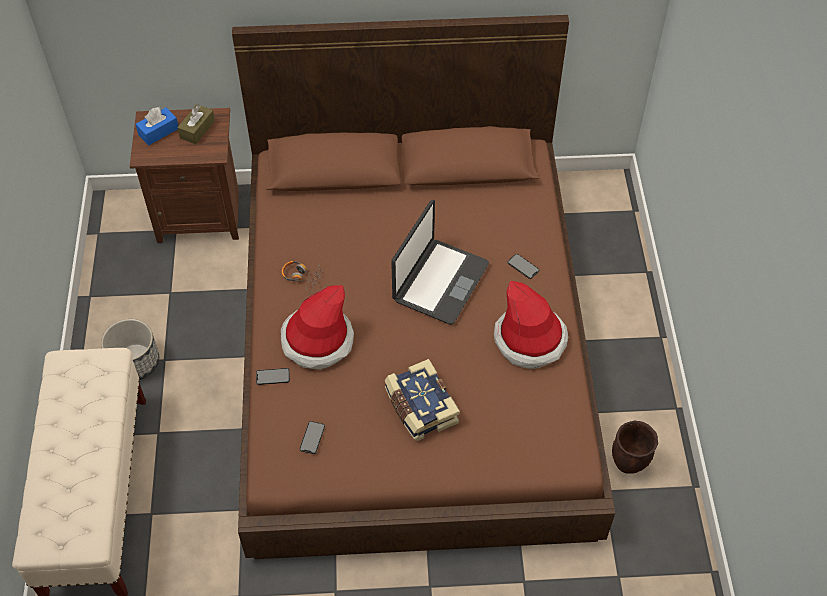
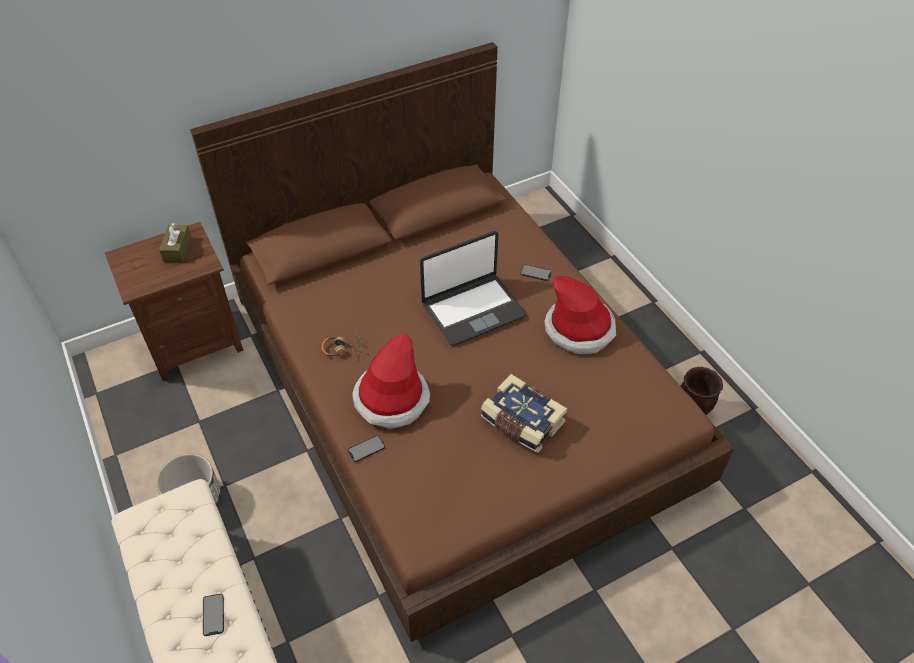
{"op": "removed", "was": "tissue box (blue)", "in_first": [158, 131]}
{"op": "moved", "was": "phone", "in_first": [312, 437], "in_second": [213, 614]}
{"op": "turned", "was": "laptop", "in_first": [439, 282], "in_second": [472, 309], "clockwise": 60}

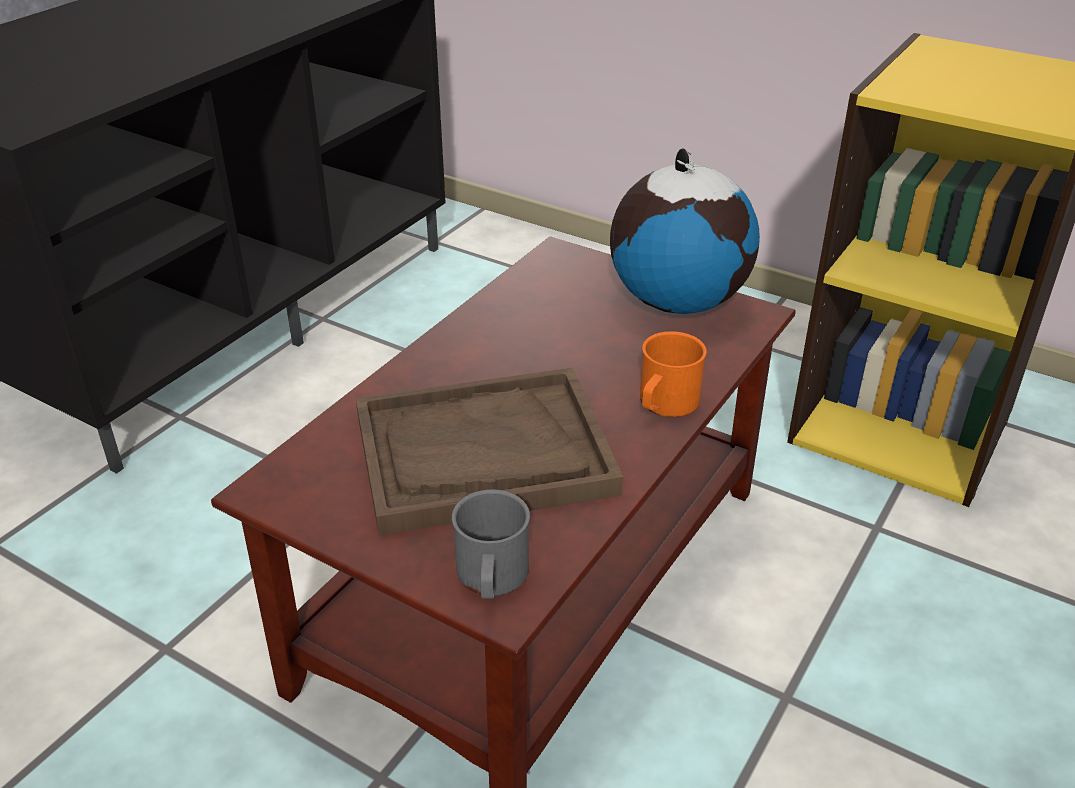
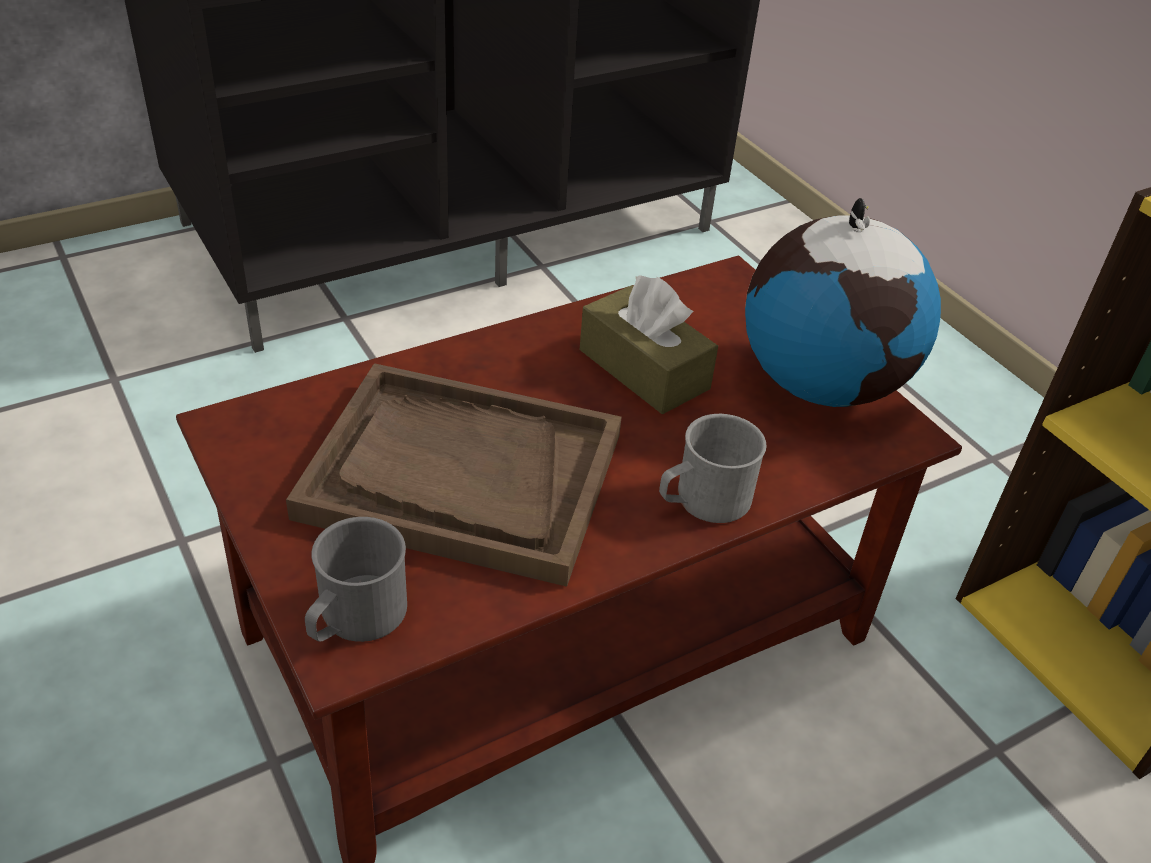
{"op": "added", "now": "tissue box (brown)", "in_second": [643, 369]}
{"op": "recoloured", "was": "mug (orange)", "now": "mug (grey)", "in_first": [664, 405], "in_second": [702, 501]}

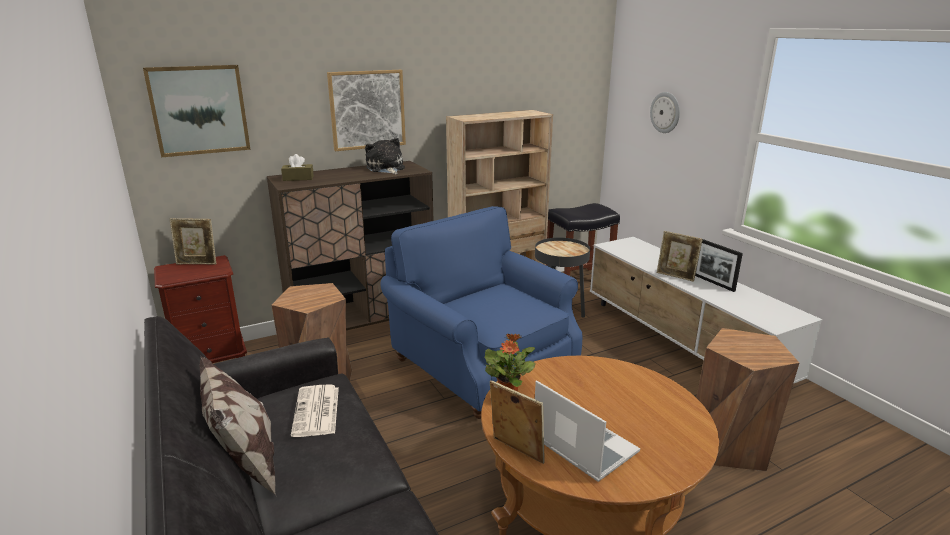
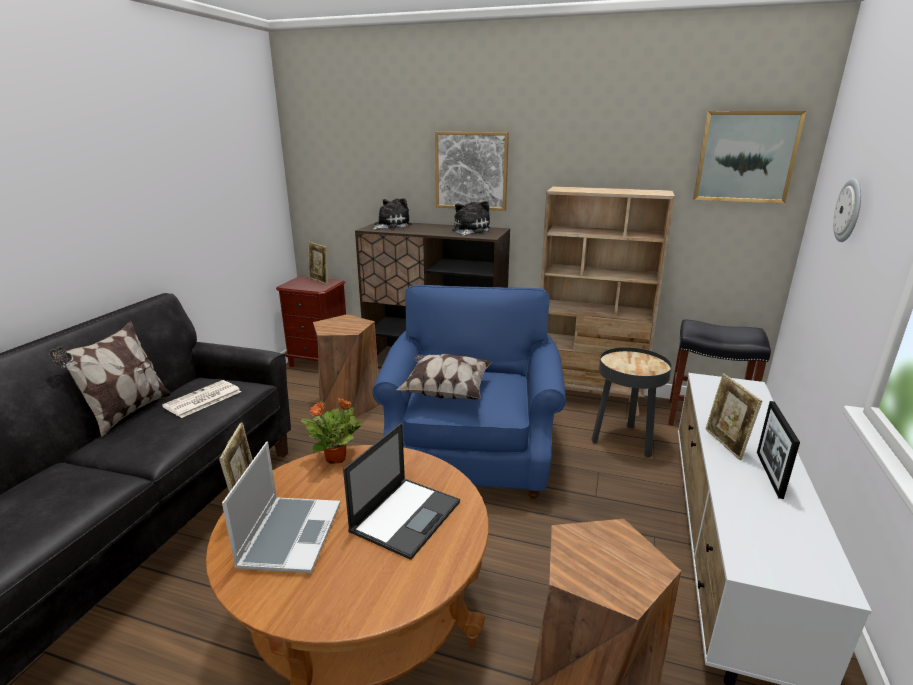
{"op": "added", "now": "laptop", "in_second": [406, 515]}
{"op": "added", "now": "pillow", "in_second": [445, 392]}
{"op": "moved", "was": "picture", "in_first": [199, 110], "in_second": [745, 157]}
{"op": "replaced", "was": "tissue box (brown)", "now": "plush toy", "in_first": [298, 178], "in_second": [390, 225]}

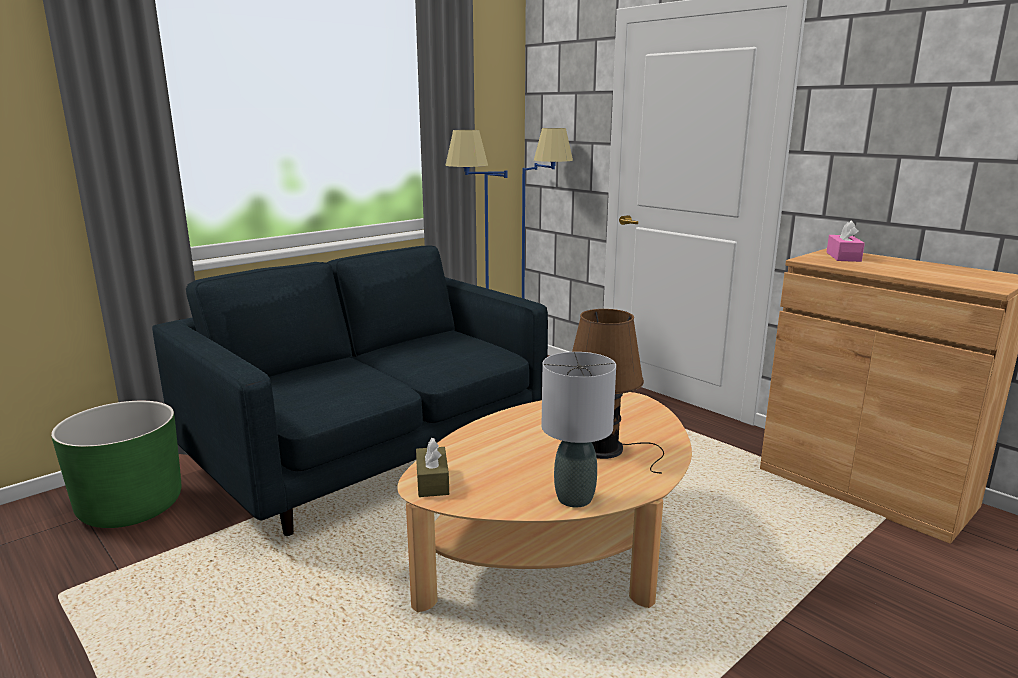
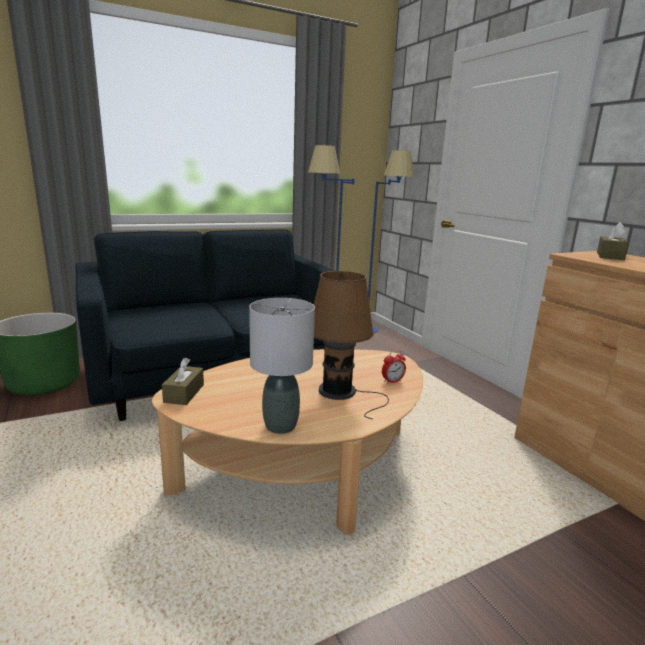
{"op": "added", "now": "alarm clock", "in_second": [392, 381]}
{"op": "recoloured", "was": "tissue box (pink)", "now": "tissue box (brown)", "in_first": [843, 257], "in_second": [610, 256]}

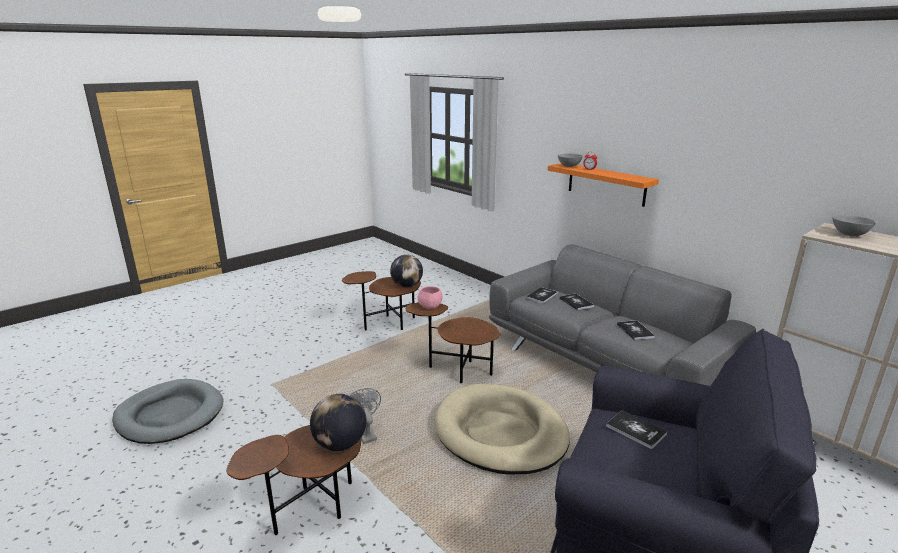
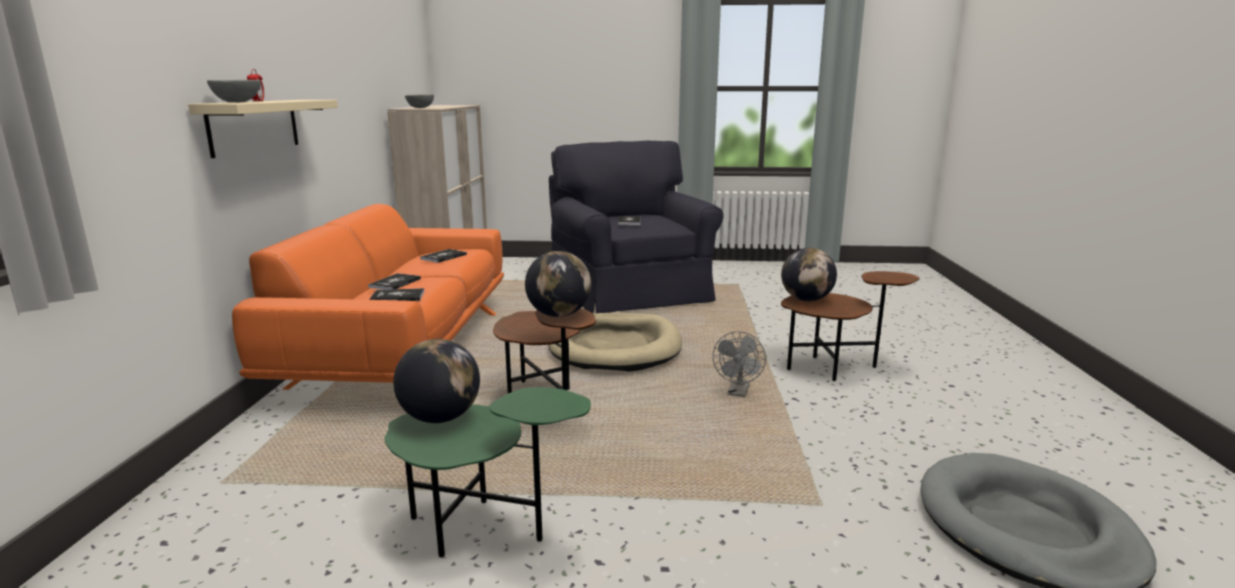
{"op": "replaced", "was": "bowl (pink)", "now": "globe", "in_first": [430, 307], "in_second": [559, 315]}
{"op": "recoloured", "was": "side table (brown)", "now": "side table (green)", "in_first": [387, 324], "in_second": [483, 529]}
{"op": "recoloured", "was": "sofa (grey)", "now": "sofa (orange)", "in_first": [605, 362], "in_second": [403, 346]}
{"op": "recoloured", "was": "shelf (orange)", "now": "shelf (beige)", "in_first": [606, 184], "in_second": [254, 126]}

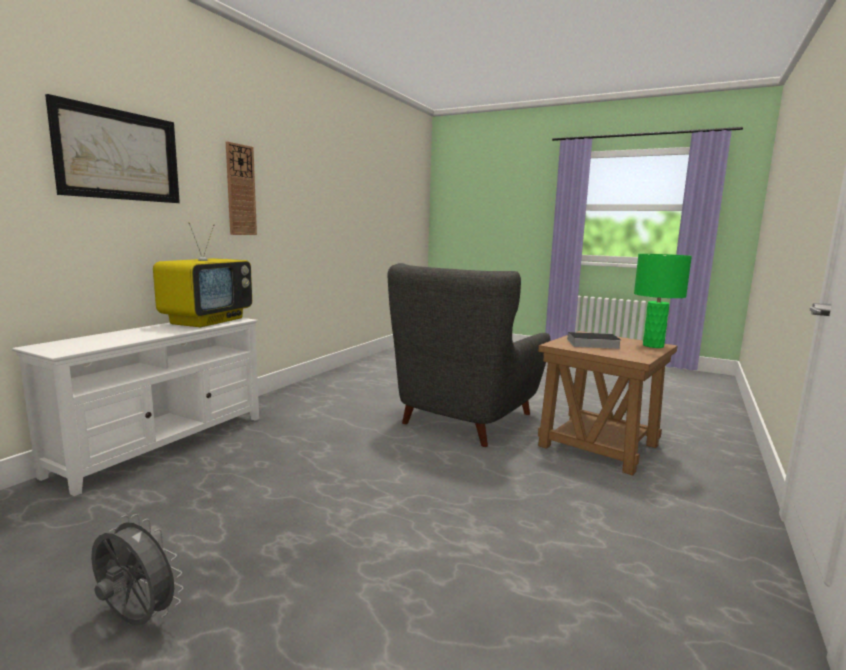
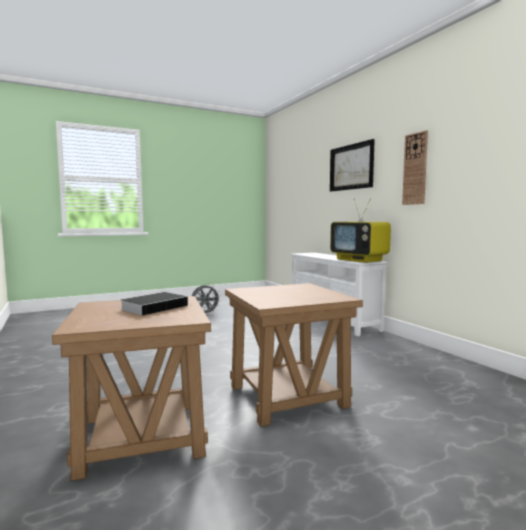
{"op": "removed", "was": "table lamp (green)", "in_first": [653, 346]}
{"op": "replaced", "was": "armchair (grey)", "now": "side table (brown)", "in_first": [465, 420], "in_second": [288, 395]}

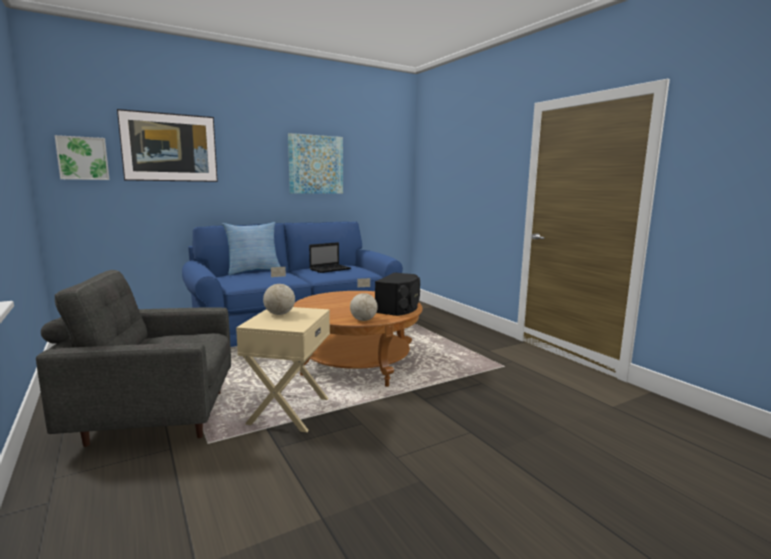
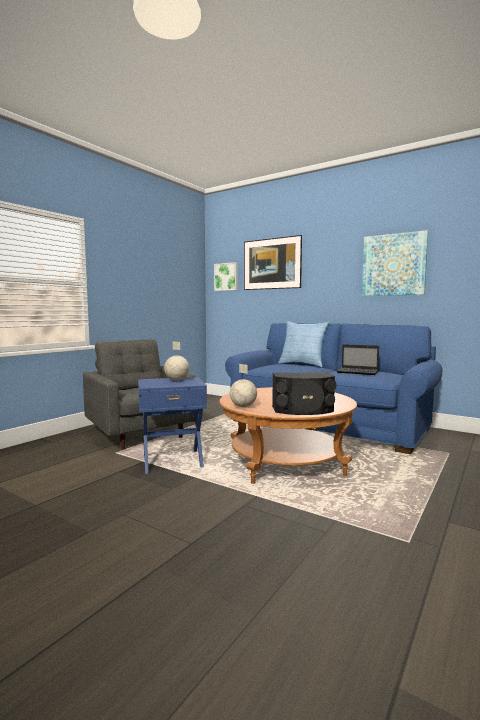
{"op": "recoloured", "was": "side table (beige)", "now": "side table (blue)", "in_first": [287, 411], "in_second": [172, 460]}

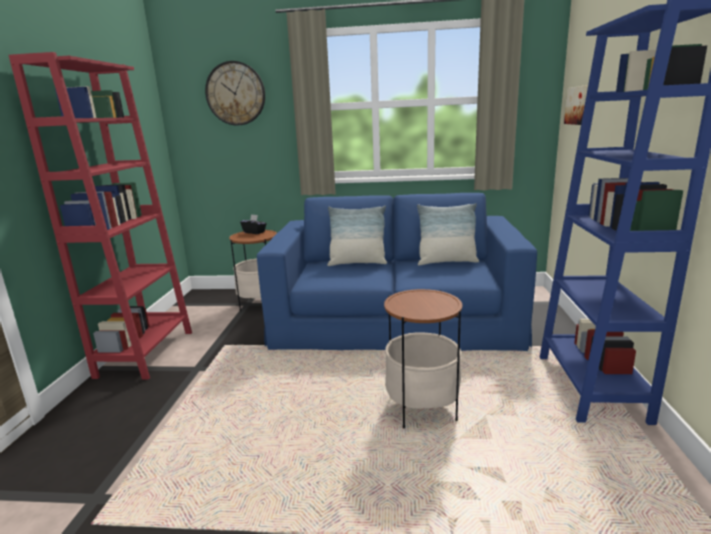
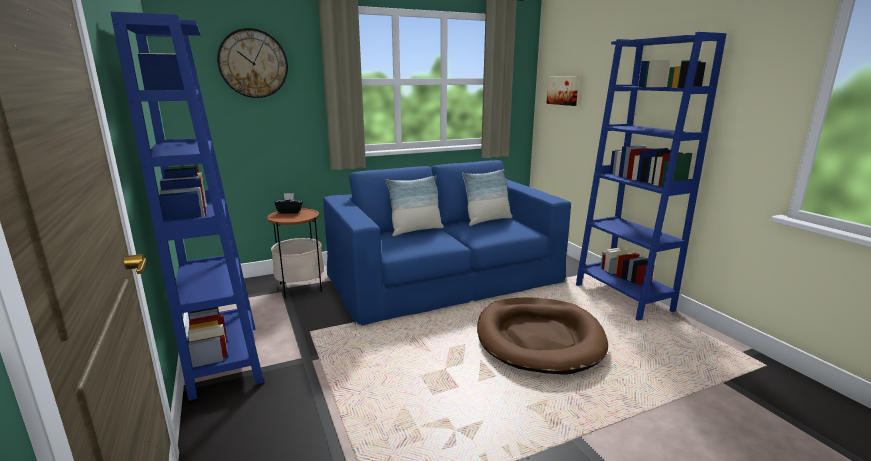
{"op": "replaced", "was": "side table", "now": "dog bed (brown)", "in_first": [422, 408], "in_second": [539, 338]}
{"op": "recoloured", "was": "bookcase (red)", "now": "bookcase (blue)", "in_first": [146, 353], "in_second": [225, 360]}

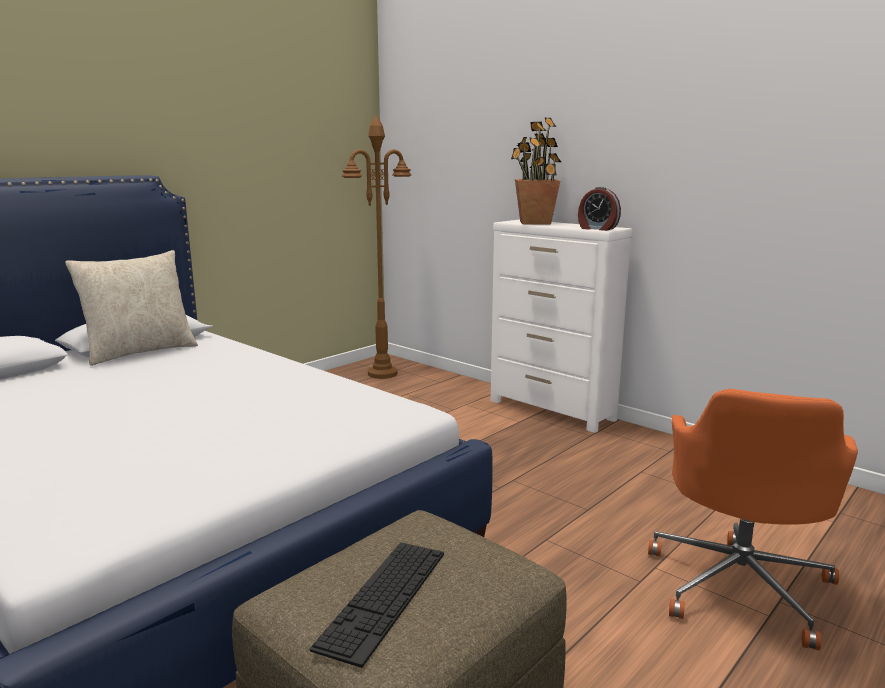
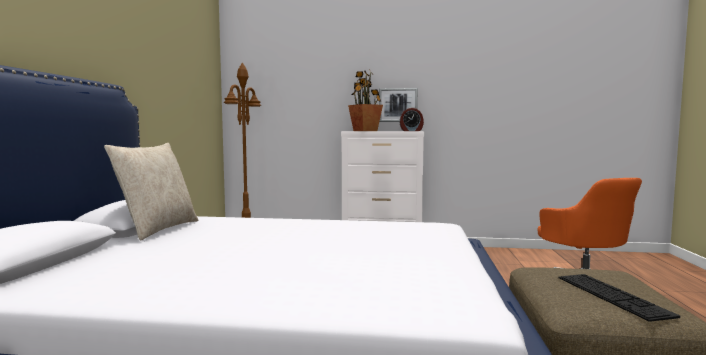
{"op": "added", "now": "picture", "in_second": [398, 105]}

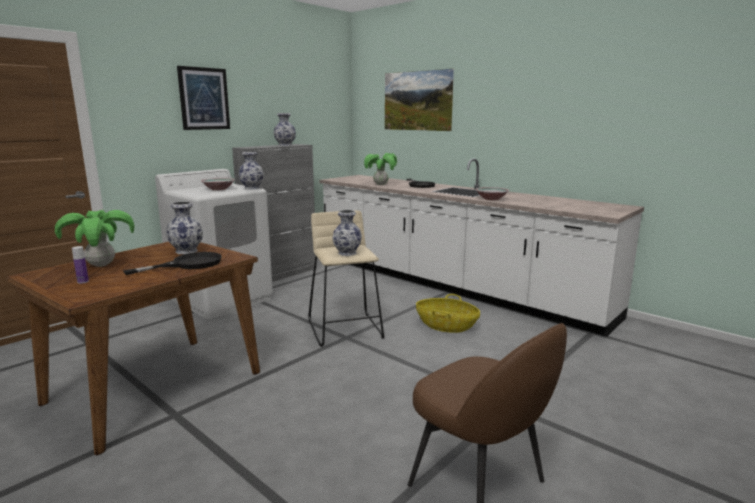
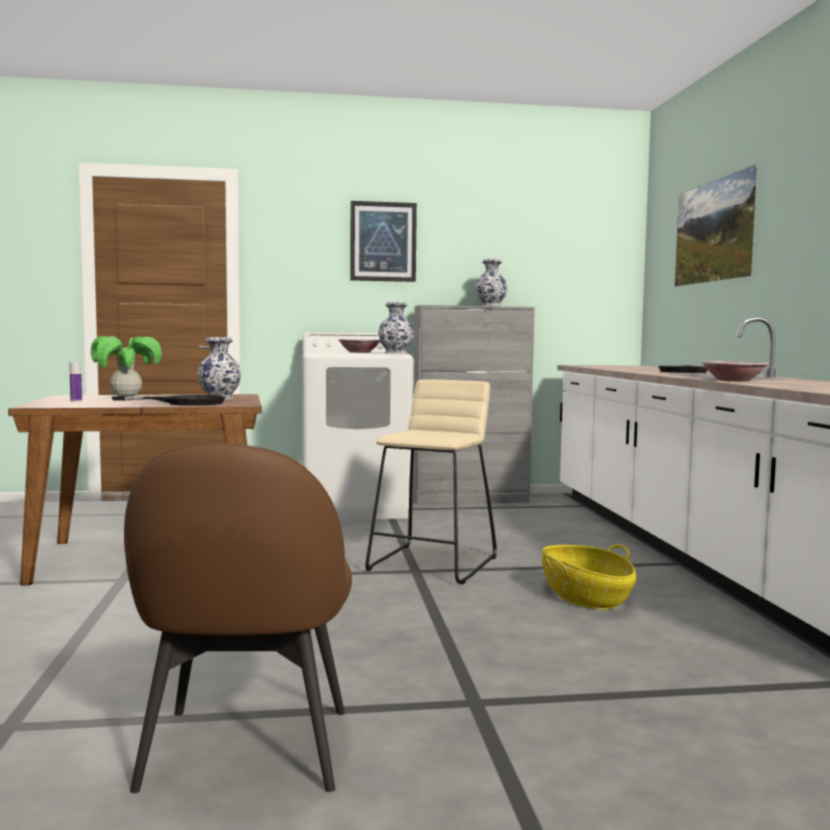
{"op": "removed", "was": "vase", "in_first": [347, 253]}
{"op": "removed", "was": "potted plant", "in_first": [380, 184]}

